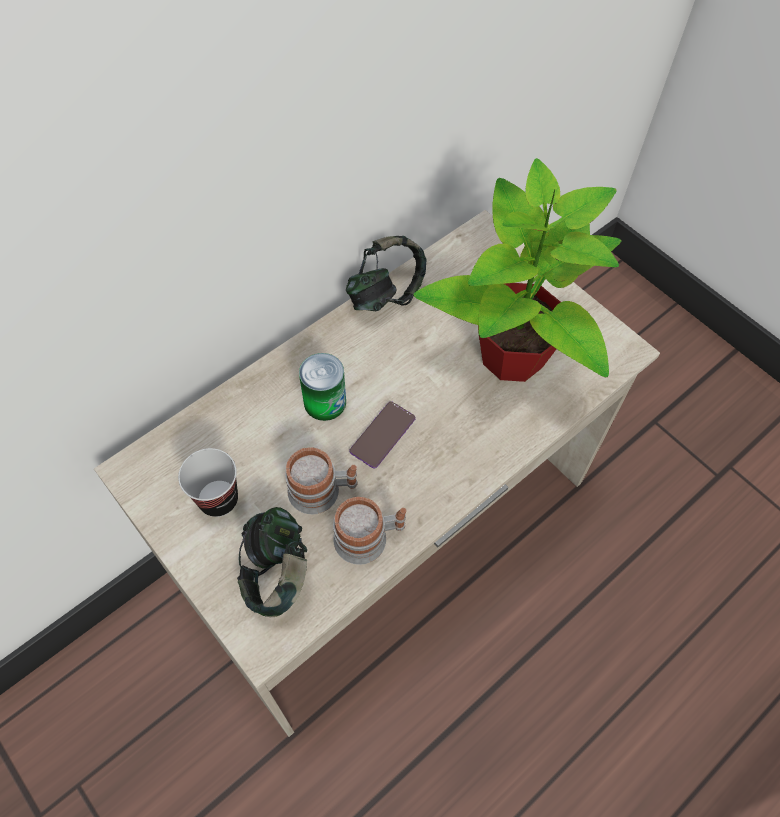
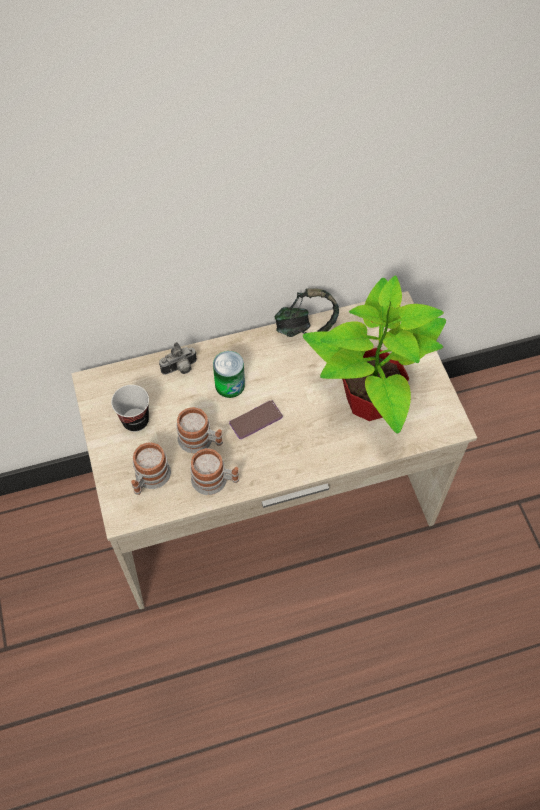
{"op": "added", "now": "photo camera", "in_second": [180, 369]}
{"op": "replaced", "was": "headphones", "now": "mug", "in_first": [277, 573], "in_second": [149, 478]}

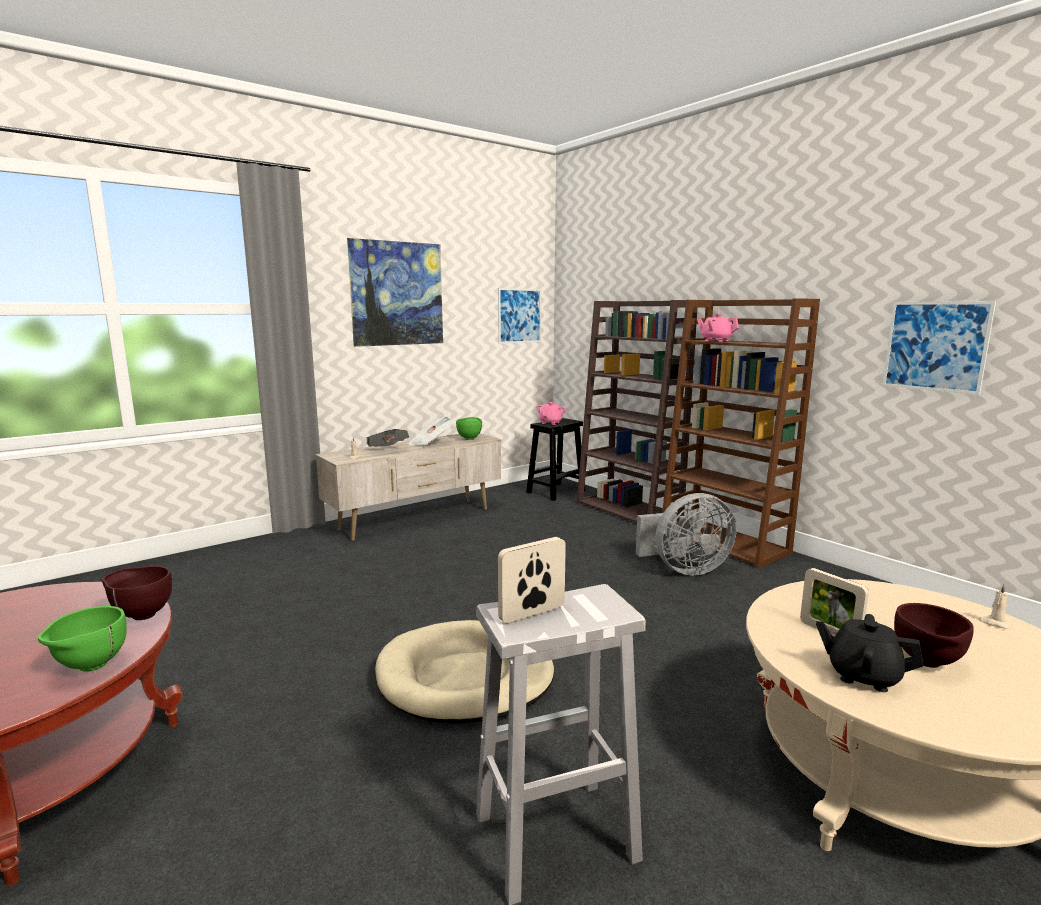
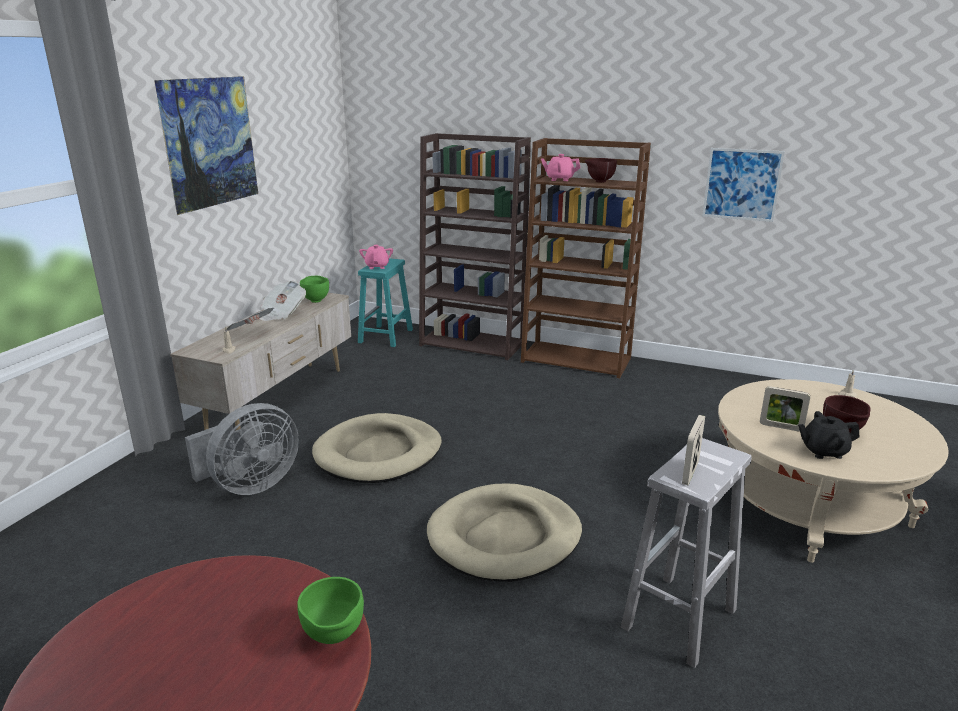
{"op": "removed", "was": "picture", "in_first": [519, 315]}
{"op": "added", "now": "dog bed (beige)", "in_second": [378, 453]}
{"op": "moved", "was": "bowl (brown)", "in_first": [141, 615], "in_second": [599, 181]}
{"op": "moved", "was": "fan (grey)", "in_first": [684, 569], "in_second": [250, 485]}
{"op": "recoloured", "was": "stool (black)", "now": "stool (turquoise)", "in_first": [555, 492], "in_second": [385, 336]}

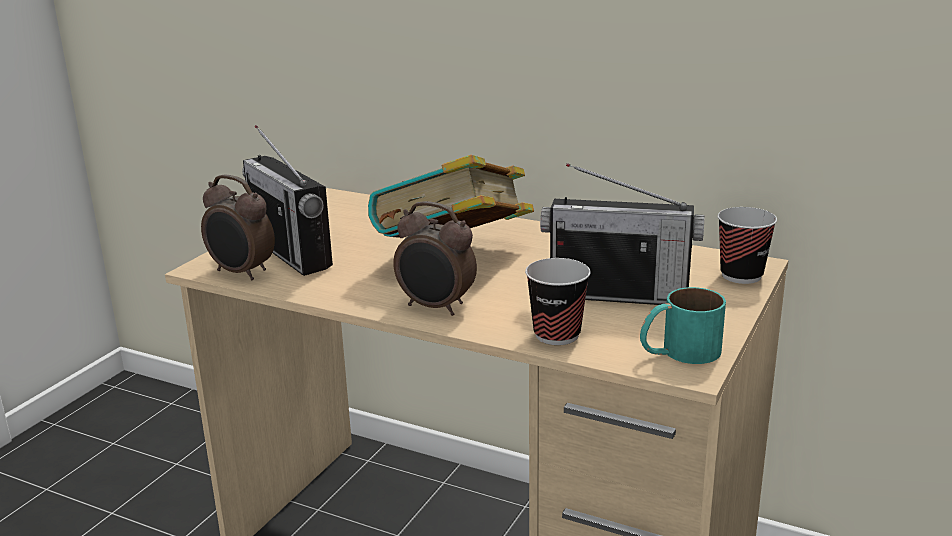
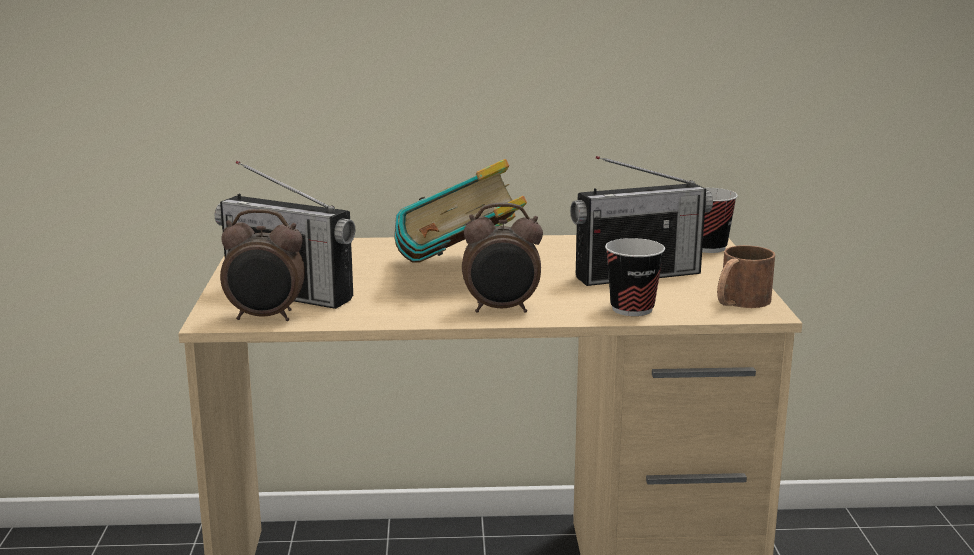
{"op": "recoloured", "was": "mug (turquoise)", "now": "mug (brown)", "in_first": [678, 352], "in_second": [738, 302]}

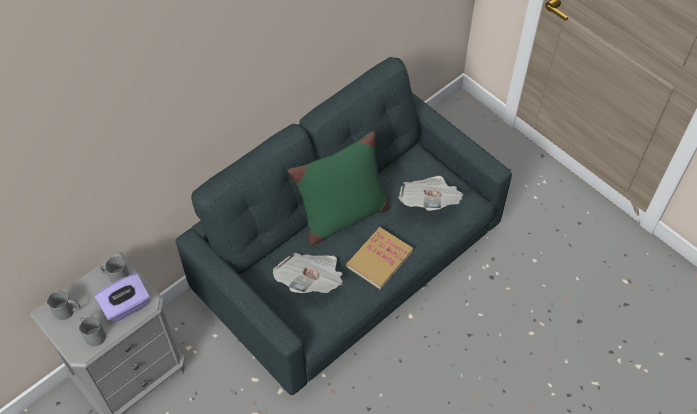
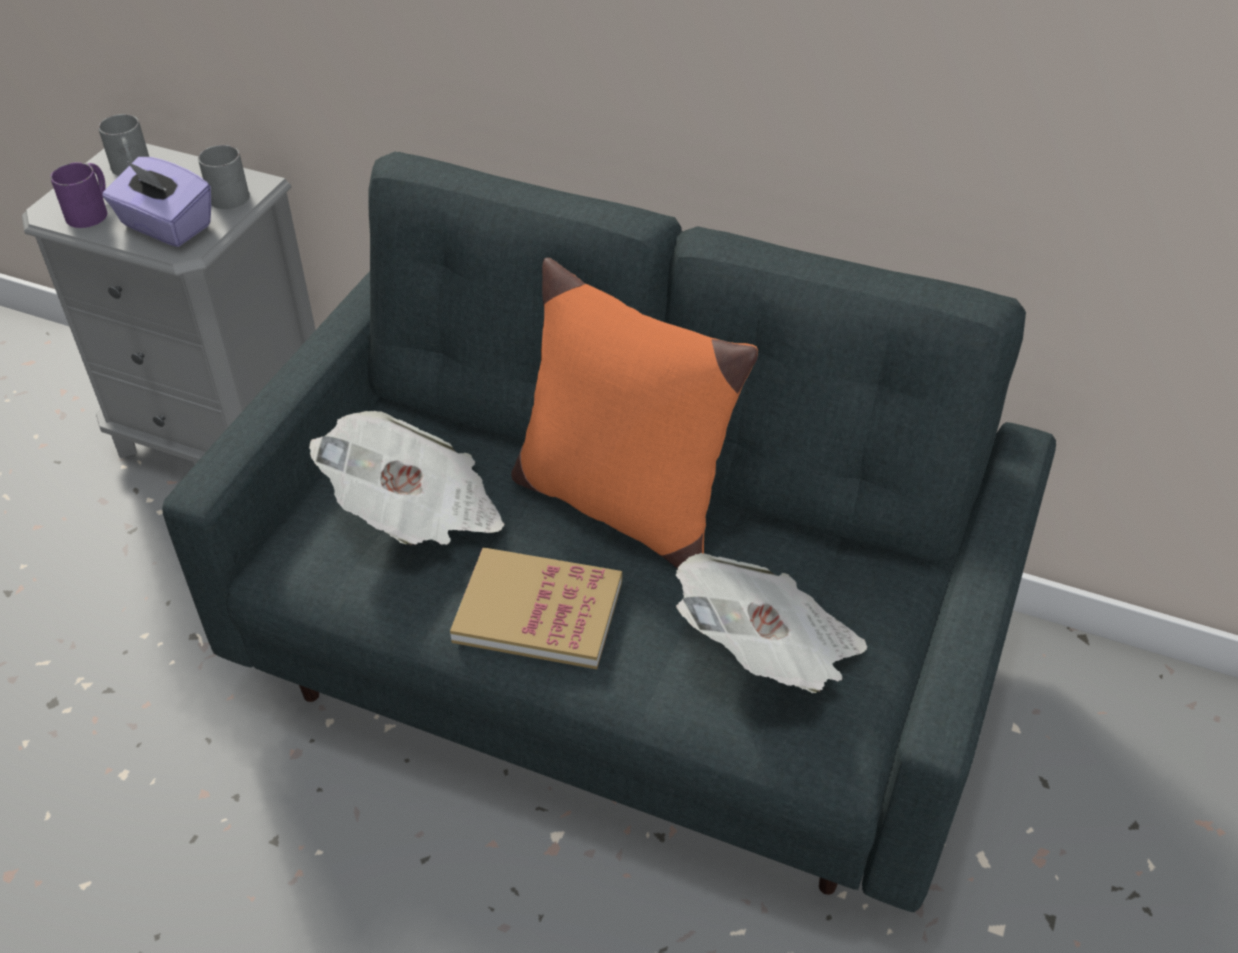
{"op": "recoloured", "was": "mug (grey)", "now": "mug (purple)", "in_first": [92, 334], "in_second": [91, 211]}
{"op": "recoloured", "was": "pillow (green)", "now": "pillow (orange)", "in_first": [342, 217], "in_second": [620, 504]}

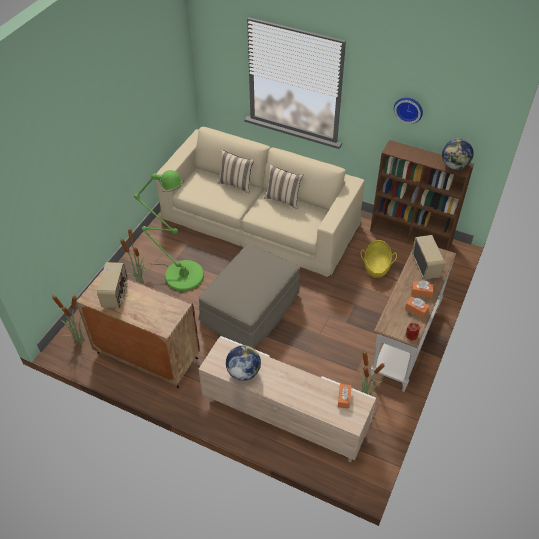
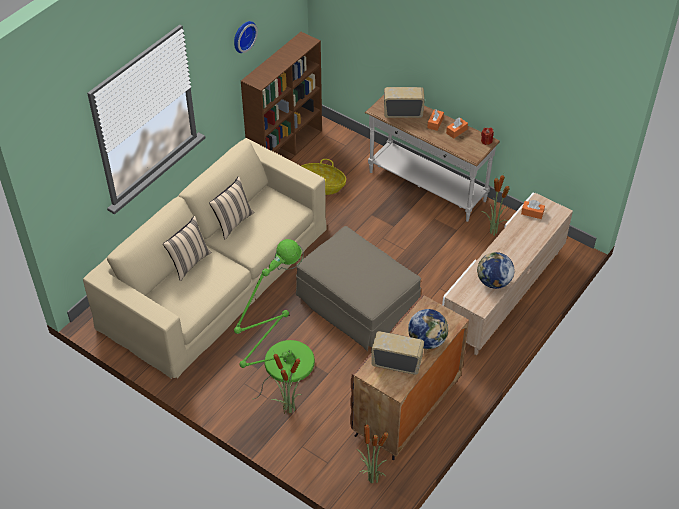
{"op": "moved", "was": "globe", "in_first": [454, 165], "in_second": [427, 340]}

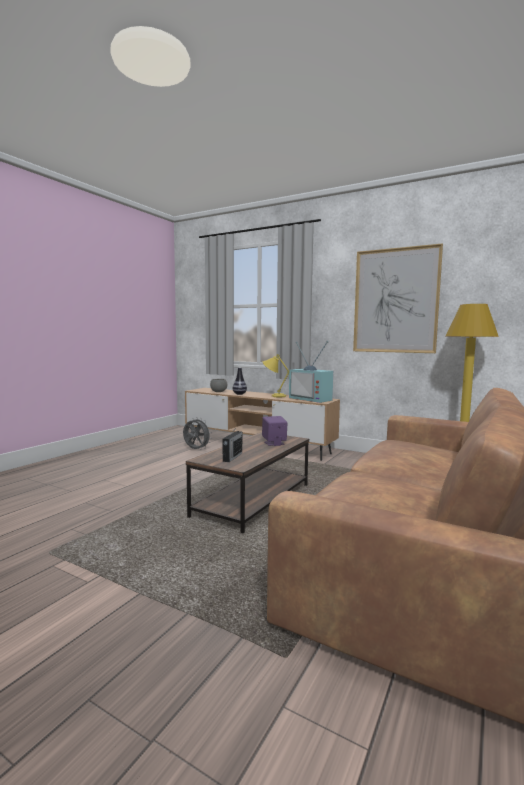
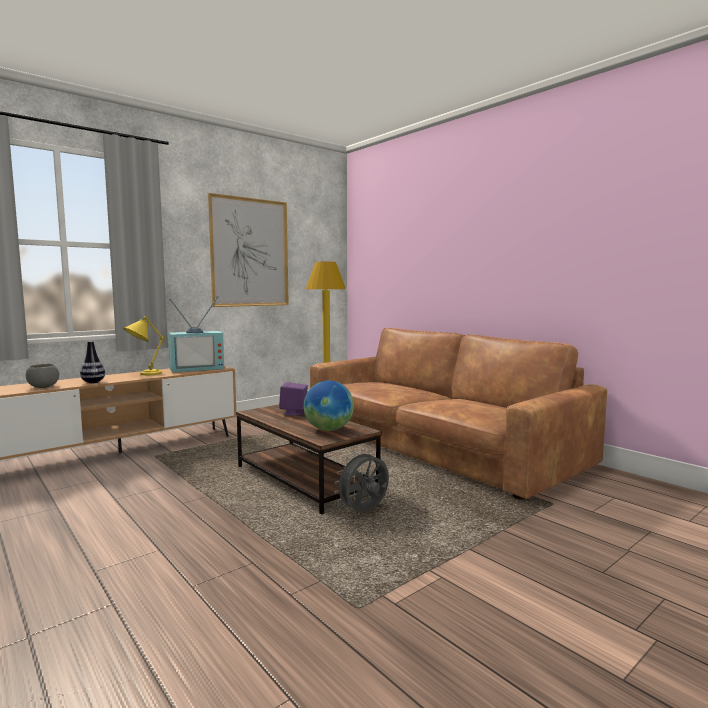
{"op": "moved", "was": "fan (grey)", "in_first": [196, 450], "in_second": [364, 512]}
{"op": "replaced", "was": "radio", "now": "globe", "in_first": [232, 457], "in_second": [328, 429]}

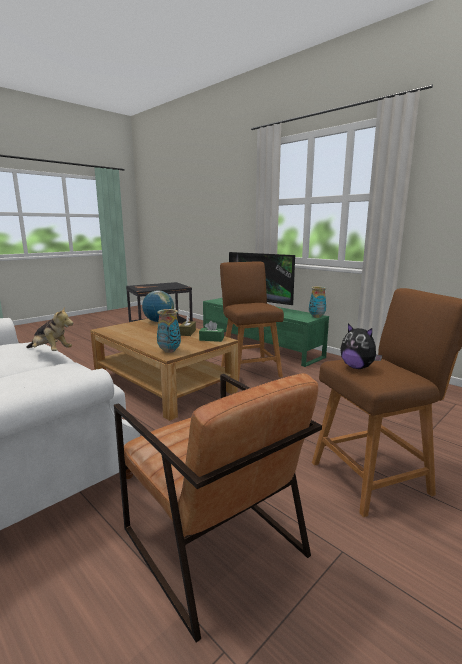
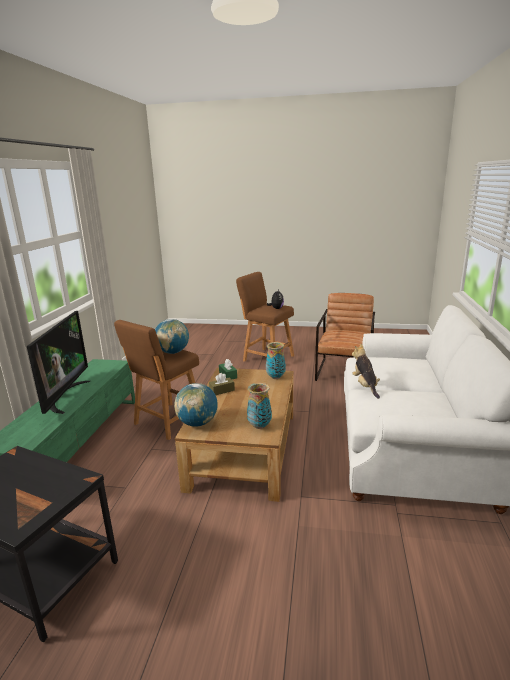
{"op": "added", "now": "globe", "in_second": [173, 352]}
{"op": "moved", "was": "vase", "in_first": [316, 317], "in_second": [259, 426]}

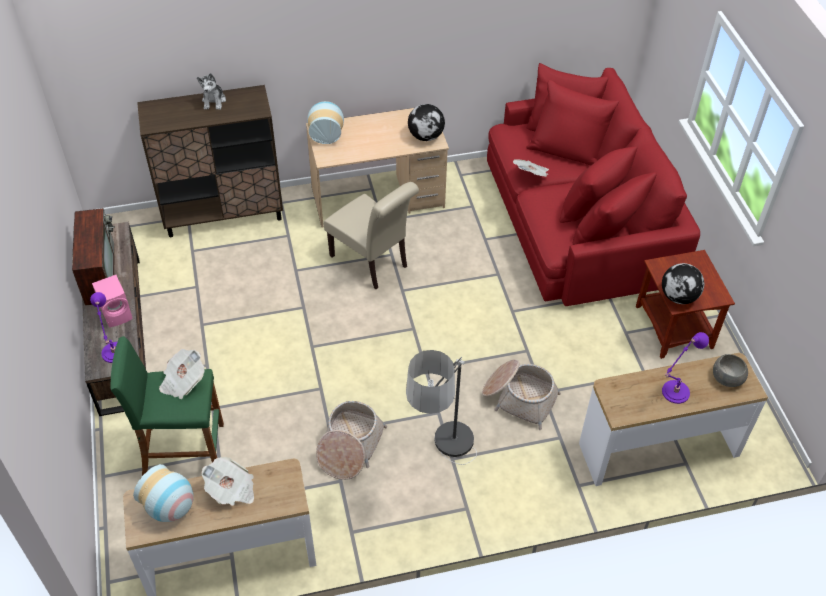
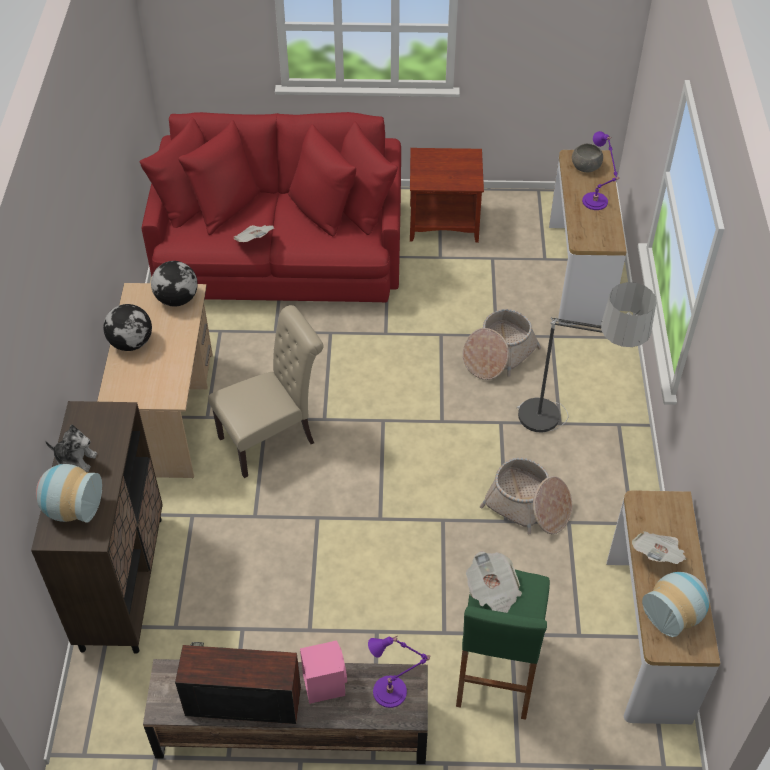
{"op": "moved", "was": "vase", "in_first": [326, 134], "in_second": [72, 508]}
{"op": "moved", "was": "globe", "in_first": [679, 297], "in_second": [132, 343]}

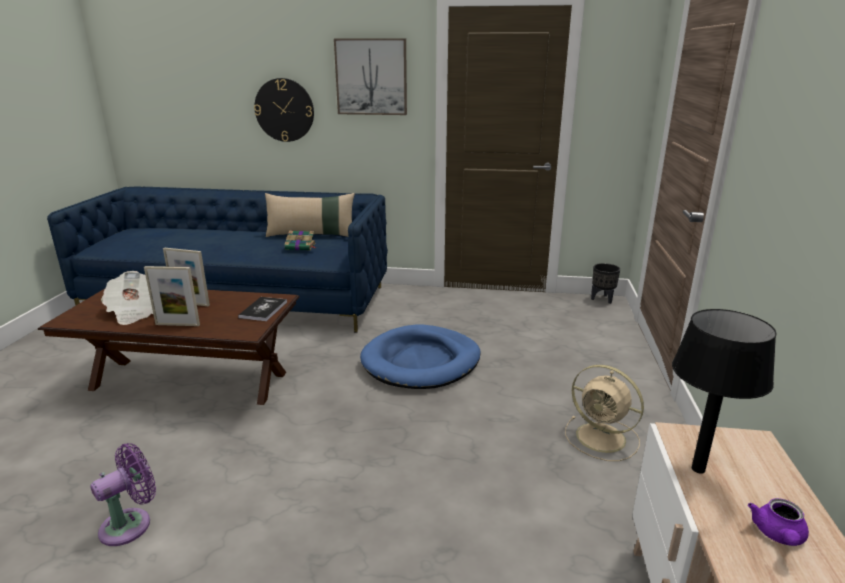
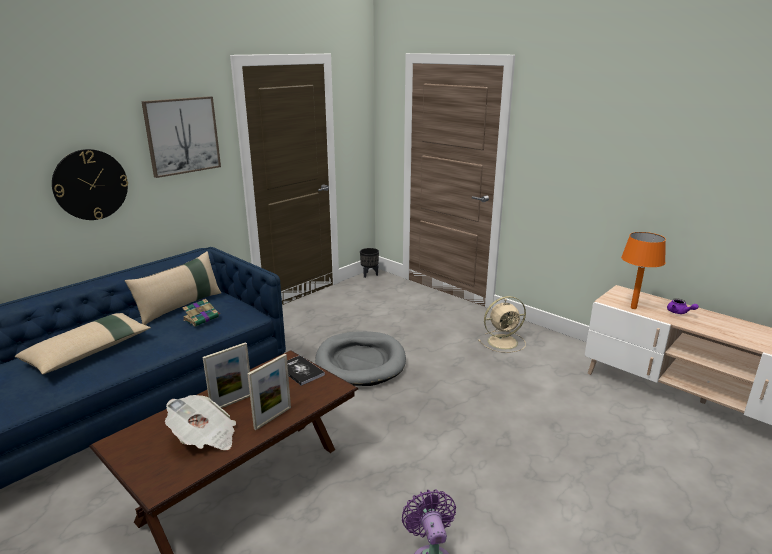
{"op": "added", "now": "pillow (beige)", "in_second": [89, 351]}
{"op": "recoloured", "was": "dog bed (blue)", "now": "dog bed (grey)", "in_first": [421, 361], "in_second": [360, 362]}
{"op": "recoloured", "was": "table lamp (black)", "now": "table lamp (orange)", "in_first": [698, 469], "in_second": [633, 308]}

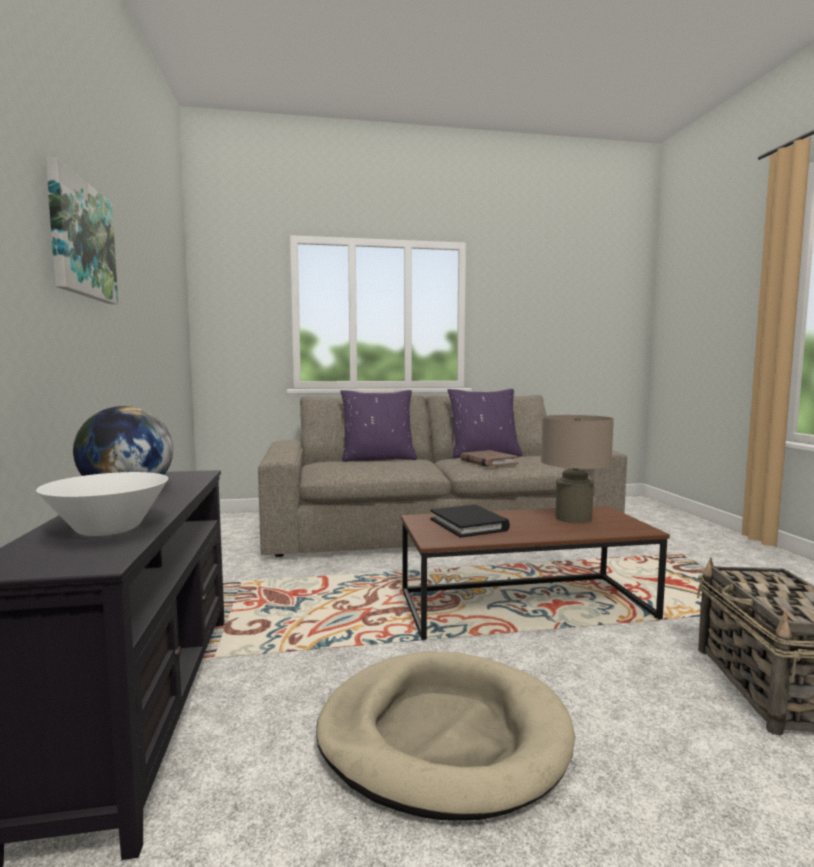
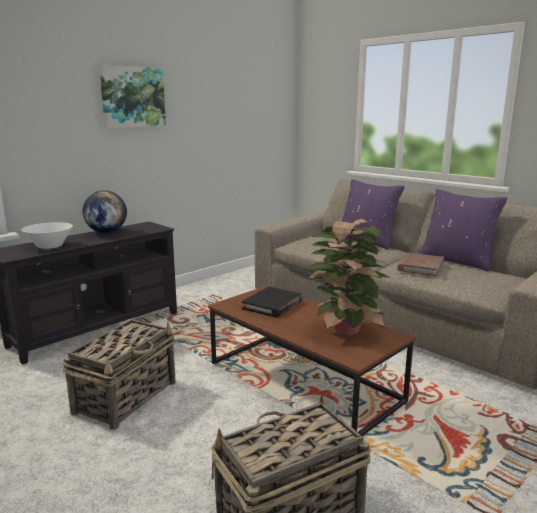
{"op": "replaced", "was": "dog bed (beige)", "now": "basket", "in_first": [443, 736], "in_second": [127, 396]}
{"op": "replaced", "was": "table lamp (beige)", "now": "potted plant", "in_first": [573, 518], "in_second": [344, 330]}

